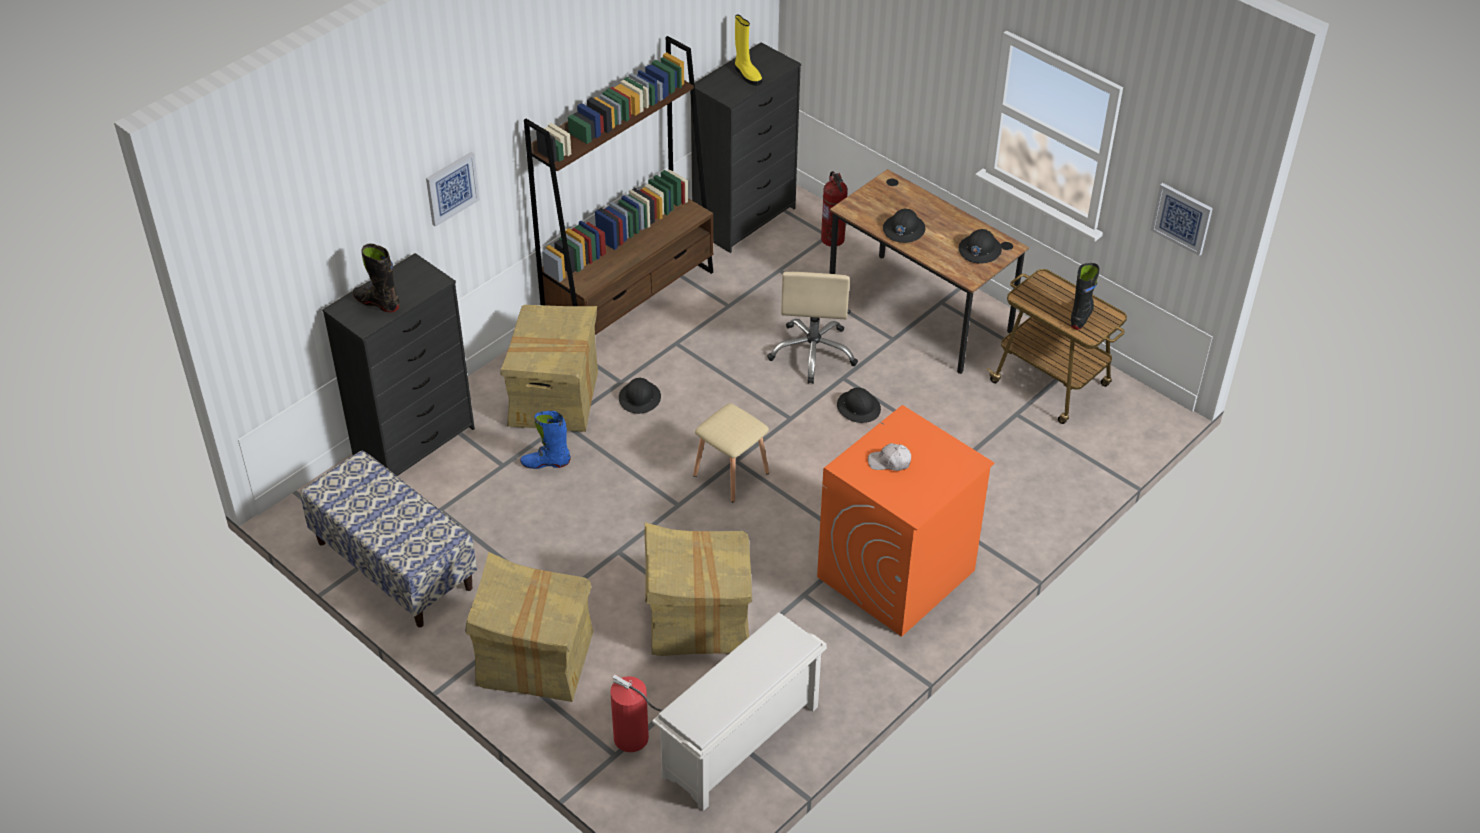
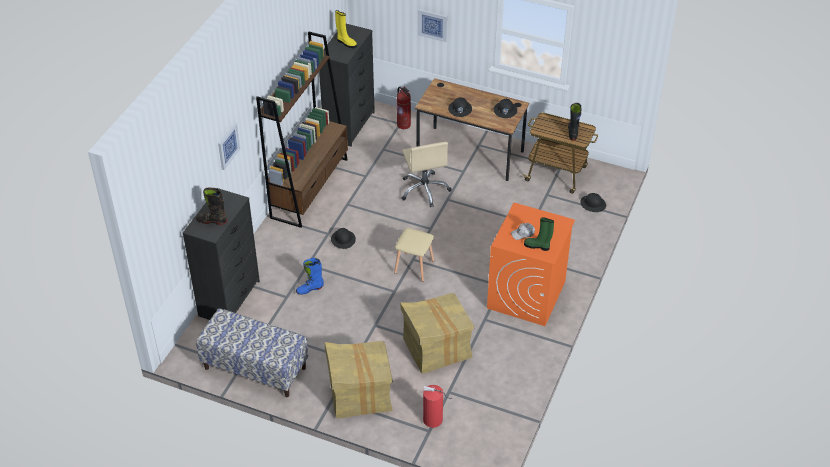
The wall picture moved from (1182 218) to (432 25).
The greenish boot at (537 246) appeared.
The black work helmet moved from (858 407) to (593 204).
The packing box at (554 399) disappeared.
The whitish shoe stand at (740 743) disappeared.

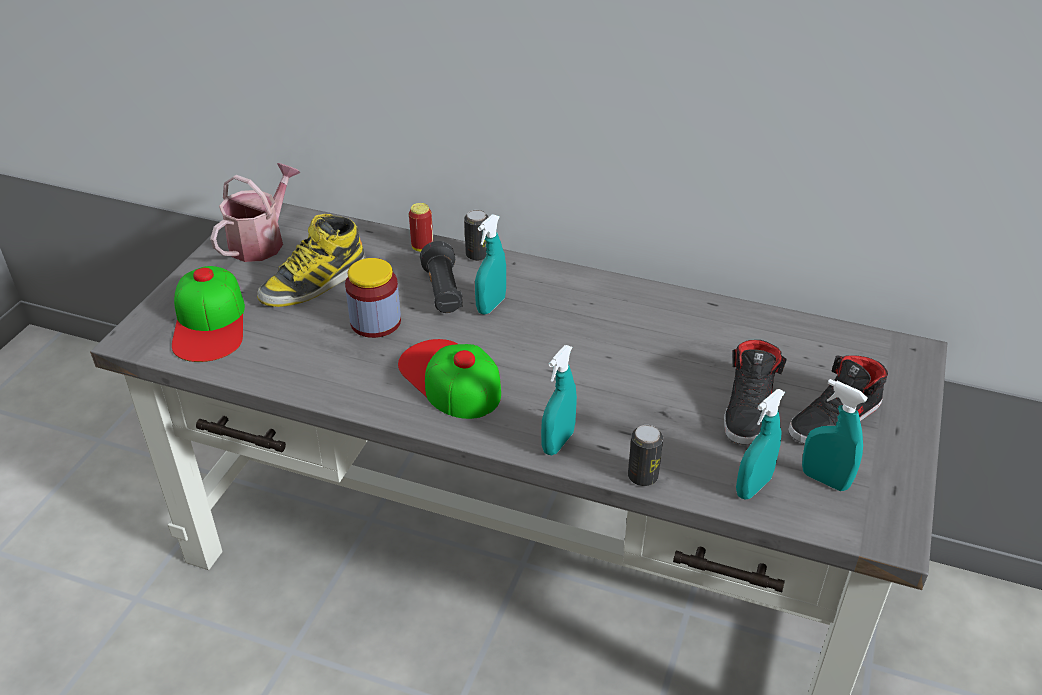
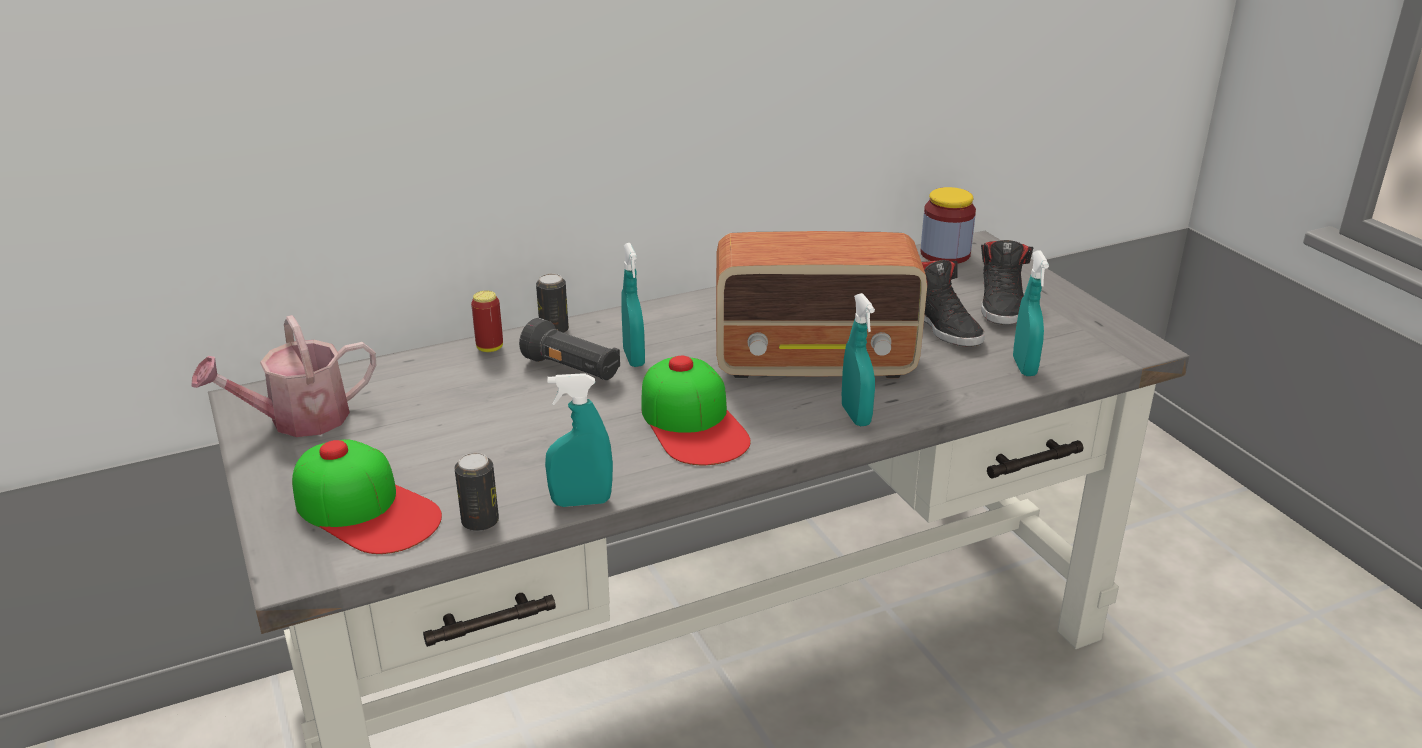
The watering can at (261 241) turned 105 degrees counterclockwise.
The metal can moved from (642 476) to (480 522).
The turquoise sprayer moved from (824 480) to (581 502).
The peaked cap at (450 378) turned 120 degrees counterclockwise.
The radio at (816 362) appeared.
The storage jar moved from (375 322) to (945 254).
The boot at (314 283) disappeared.

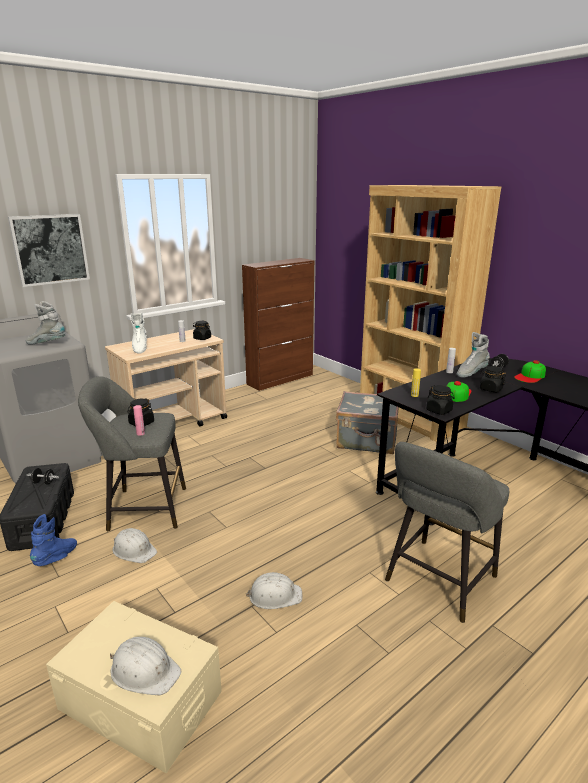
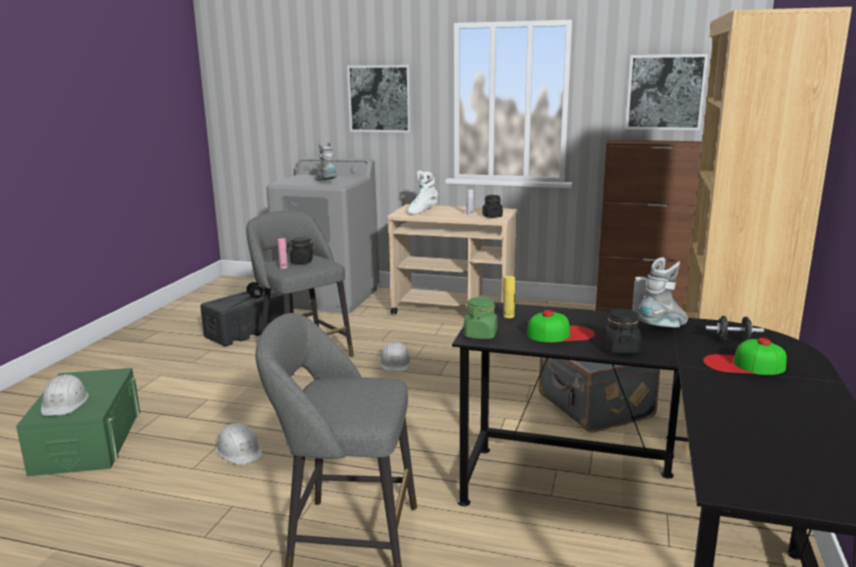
The beige-coloured storage container at (140 700) became the greenish storage container at (87 441).
The whitish work helmet moved from (134 550) to (395 363).
The black storage jar at (439 410) became the greenish storage jar at (480 335).
The wall picture at (665 92) appeared.
The grey boot at (471 373) turned 120 degrees clockwise.
The bluish boot at (57 558) disappeared.

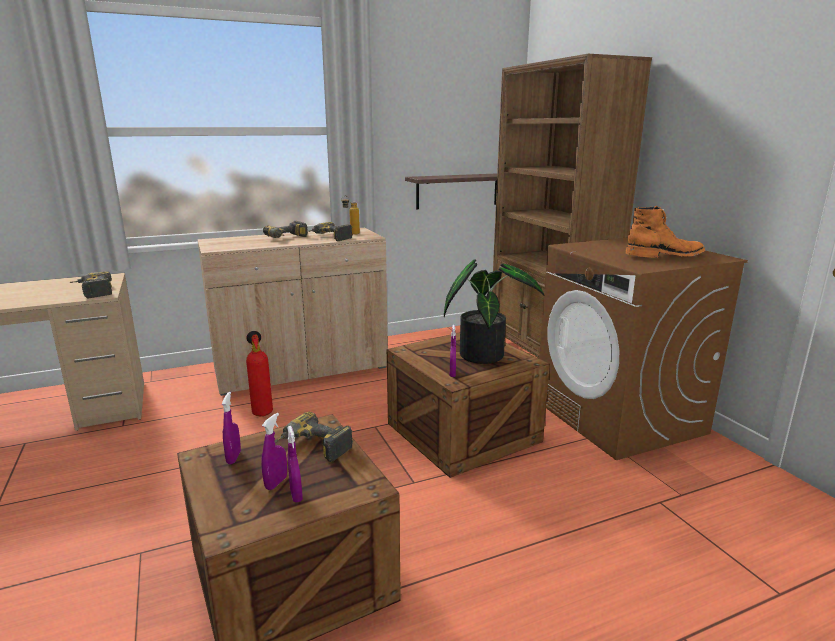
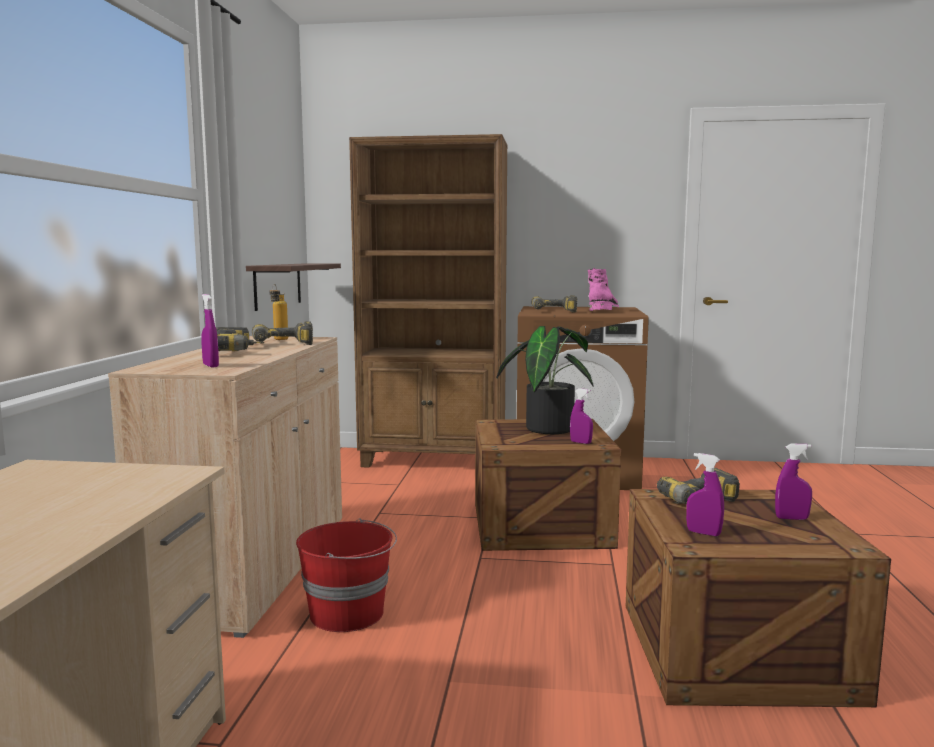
The purplish sprayer moved from (276 483) to (210 366).
The fire extinguisher at (262 411) was replaced by the red water bucket at (348 613).
The drill moved from (92 292) to (554 312).
The orangey boot at (665 256) became the pinkish boot at (603 310).

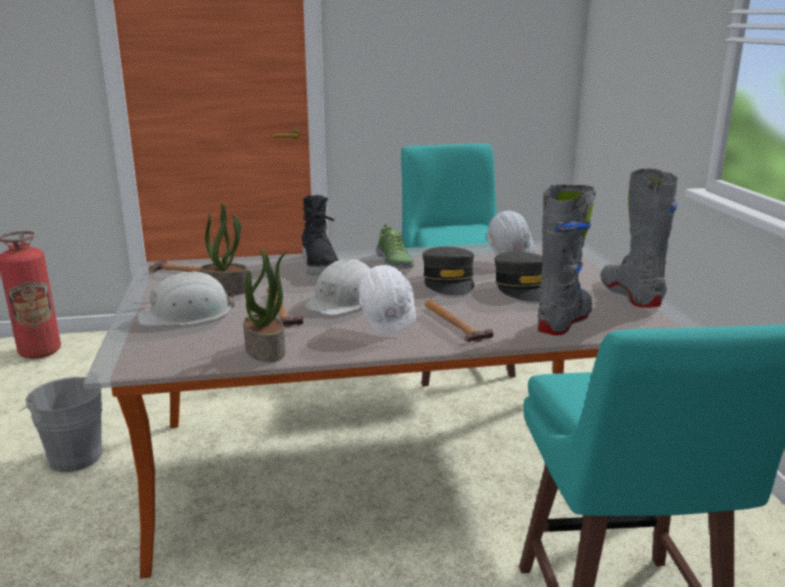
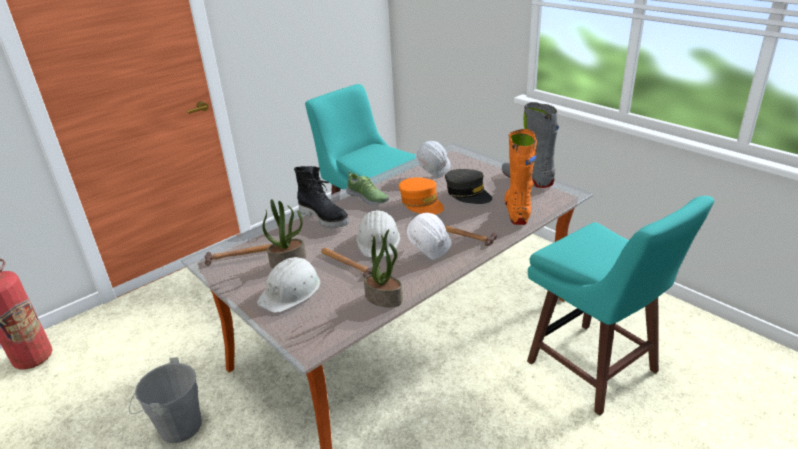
The grey peaked cap at (449 282) became the orangey peaked cap at (421 203).
The grey boot at (564 321) became the orangey boot at (517 211).

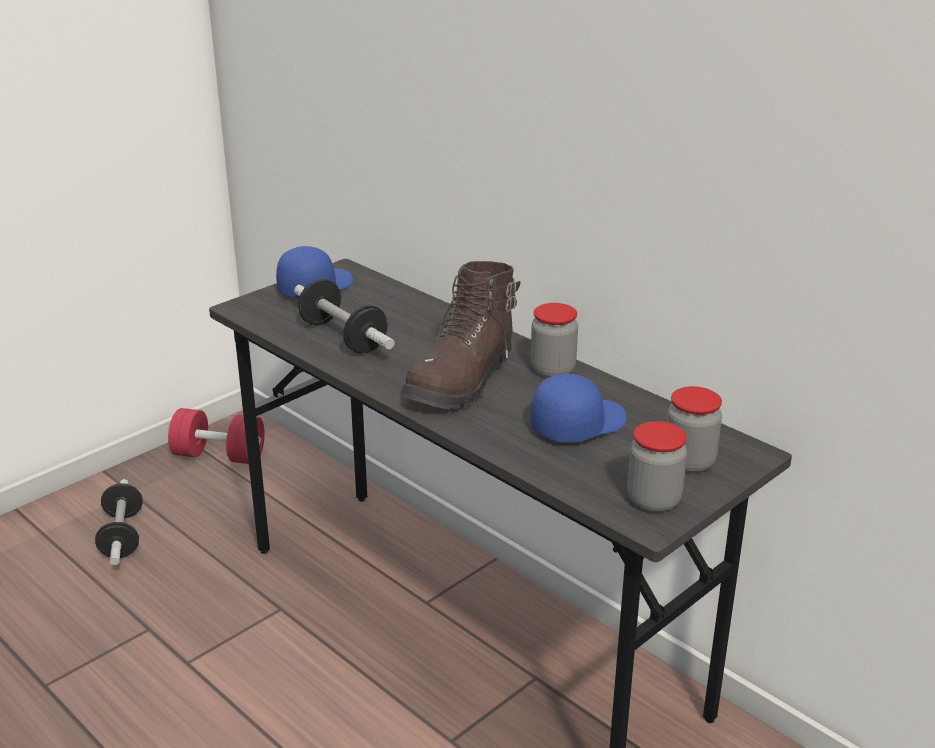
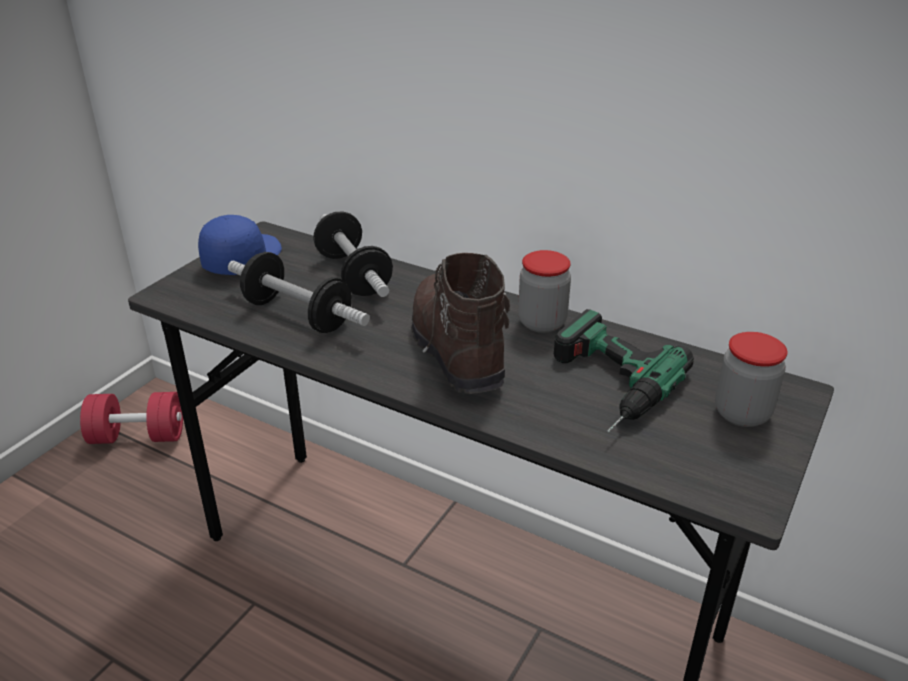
The free weight moved from (122 536) to (353 275).
The brownish boot at (463 382) turned 150 degrees clockwise.
The bluish peaked cap at (577 424) was replaced by the drill at (602 385).
The storage jar at (653 500) disappeared.

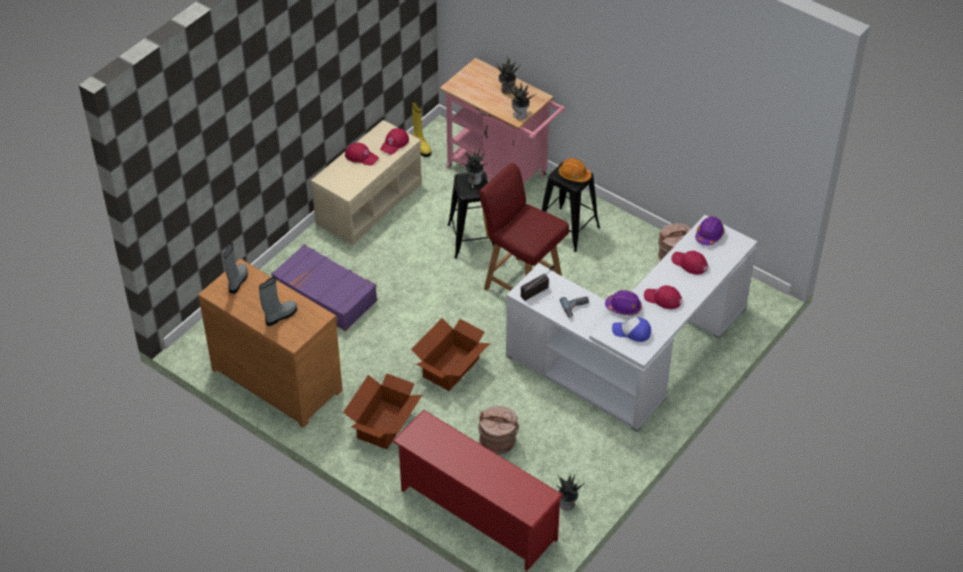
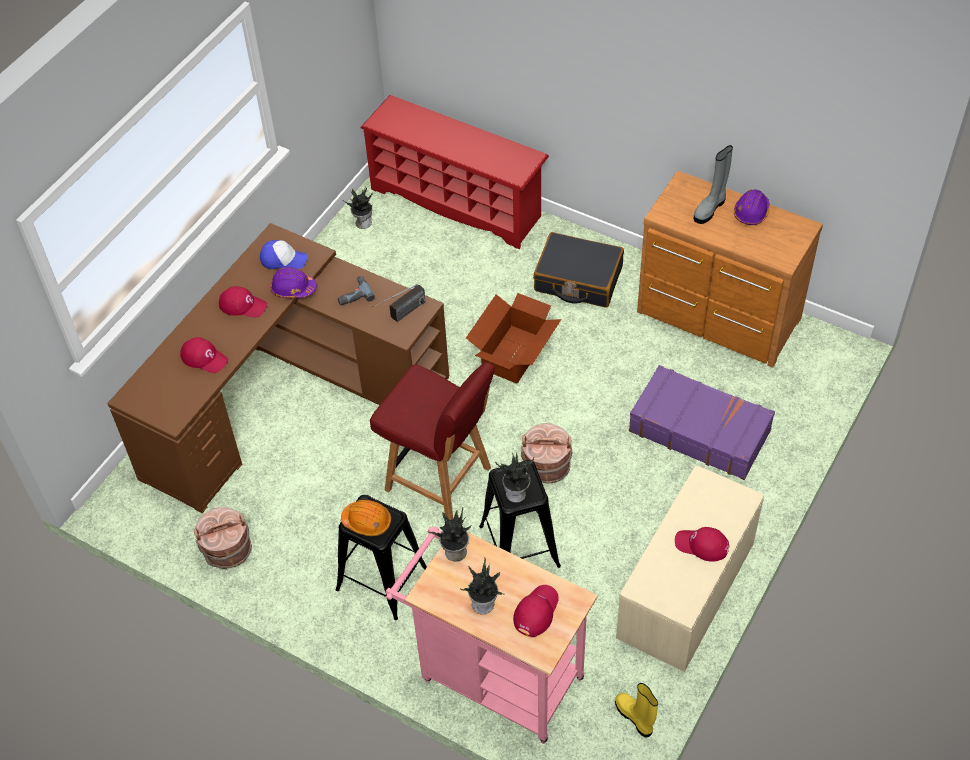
The whitish desk table at (635 356) became the brownish desk table at (288 395).
The red peaked cap moved from (394 144) to (536 611).
The brownish water bucket moved from (498 441) to (546 467).
The packing box at (383 425) was replaced by the black suitcase at (578 279).
The purplish work helmet moved from (709 235) to (751 212).
The grey boot at (237 281) disappeared.

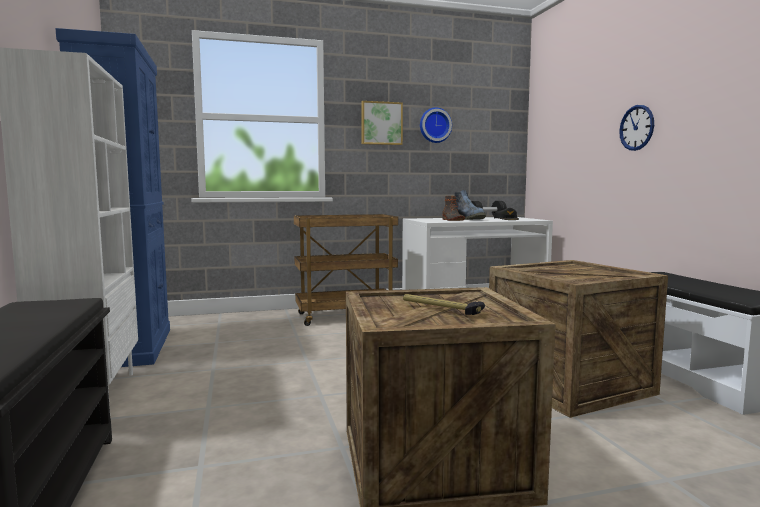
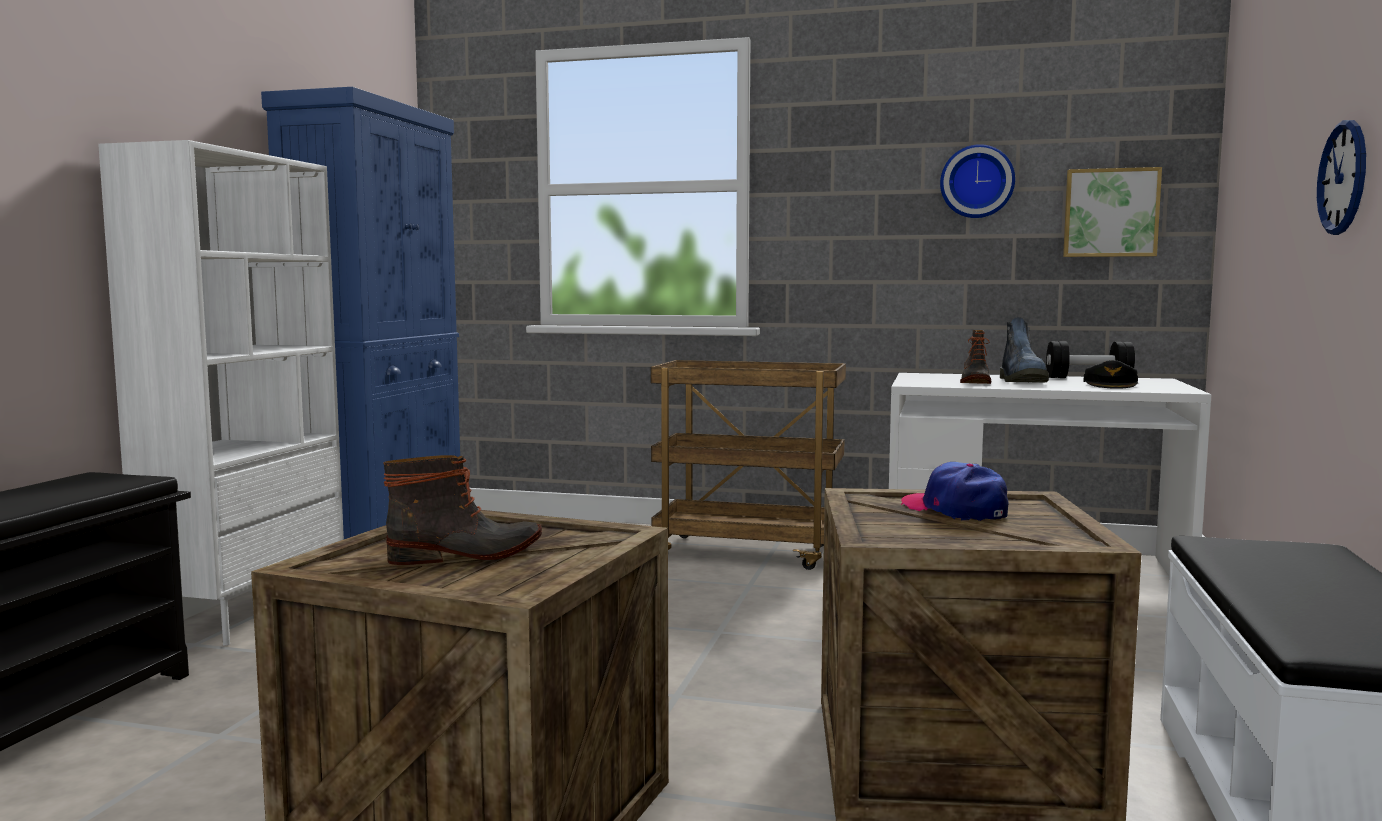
The hammer at (440 309) was replaced by the boot at (467 554).
The peaked cap at (955 509) appeared.
The wall picture moved from (381 123) to (1110 213).

